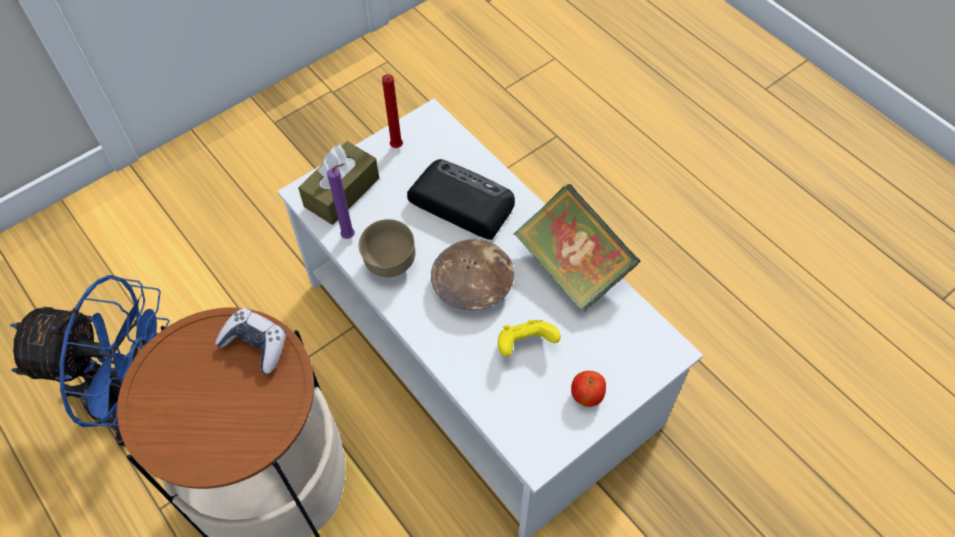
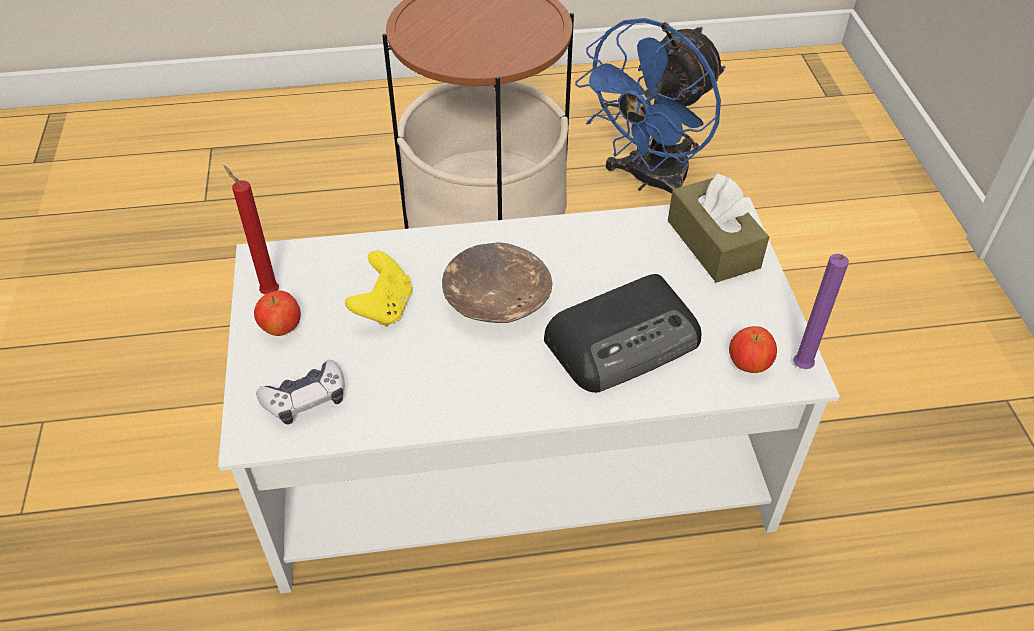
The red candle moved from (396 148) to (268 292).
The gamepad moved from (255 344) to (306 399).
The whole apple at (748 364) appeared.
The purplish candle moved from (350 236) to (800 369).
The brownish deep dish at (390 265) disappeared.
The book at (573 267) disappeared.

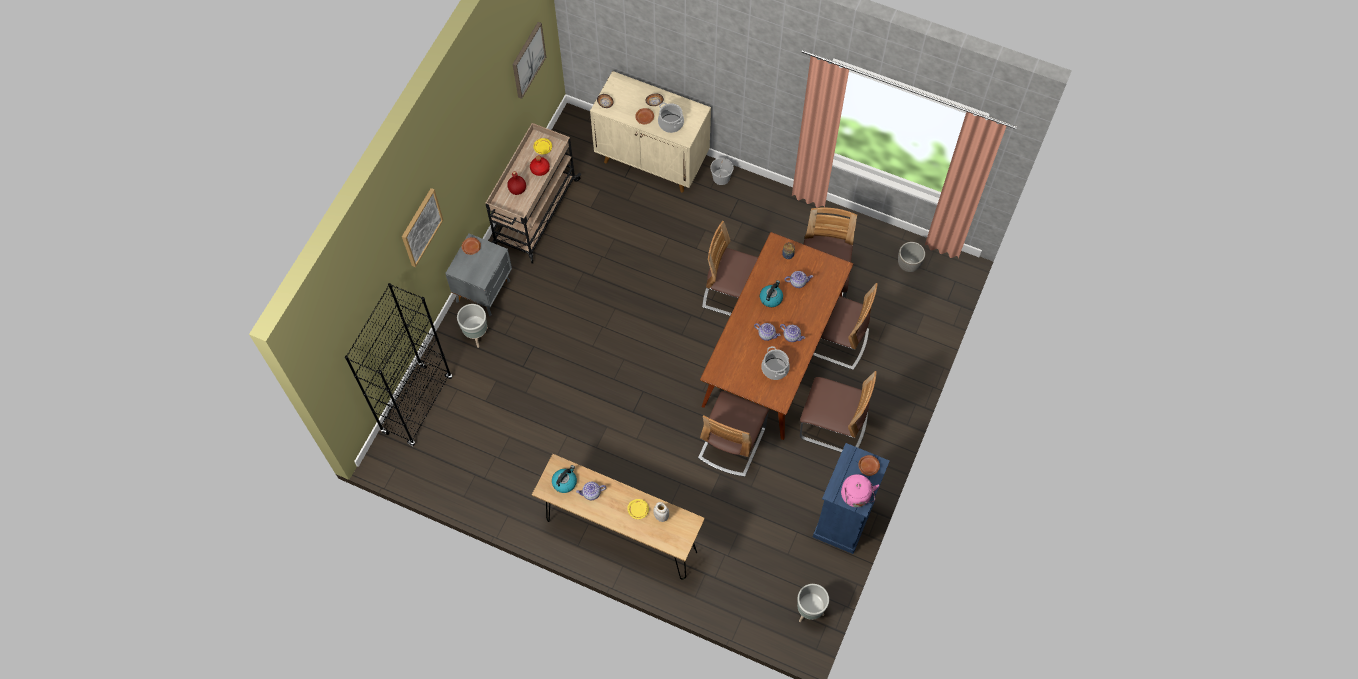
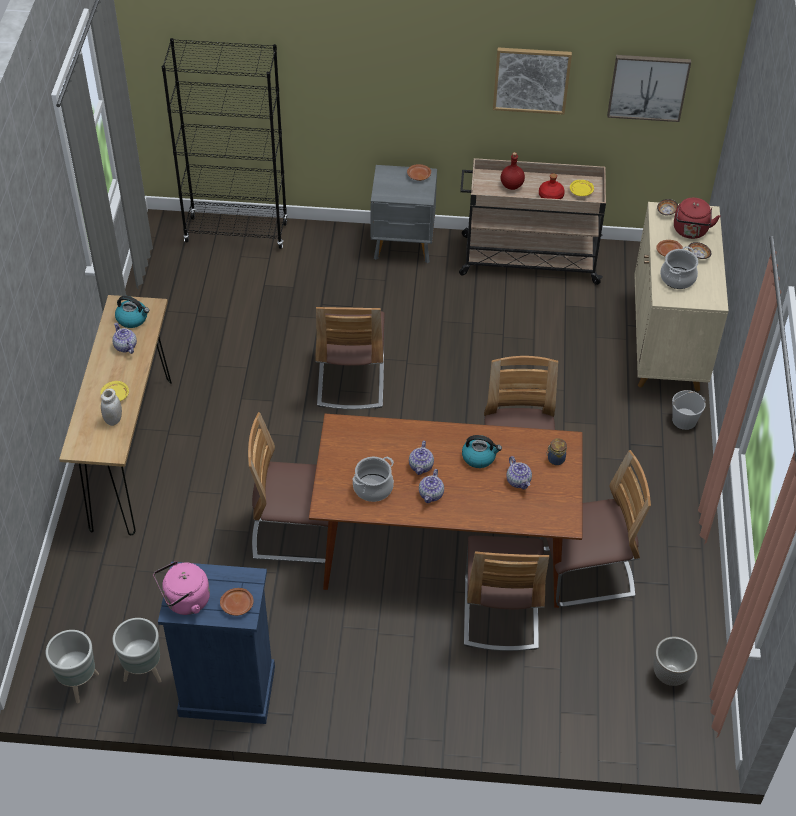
The grey plant pot moved from (476 335) to (144 671).
The upright chair moved from (833 425) to (351 379).
The wall picture moved from (421 227) to (531 79).
The red water kettle at (690 231) appeared.

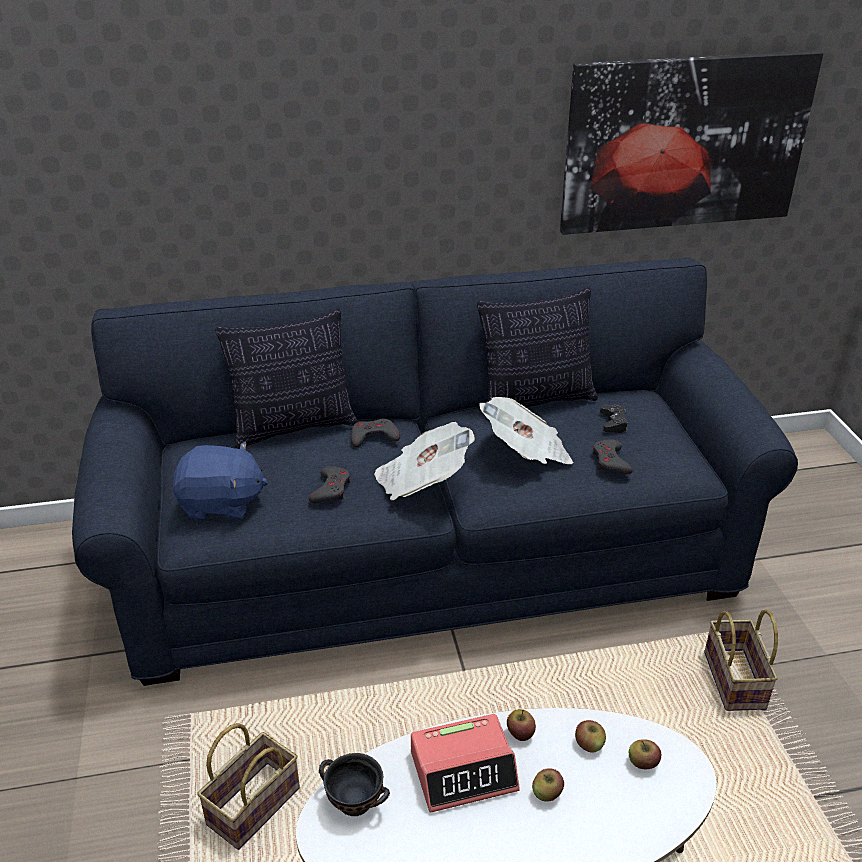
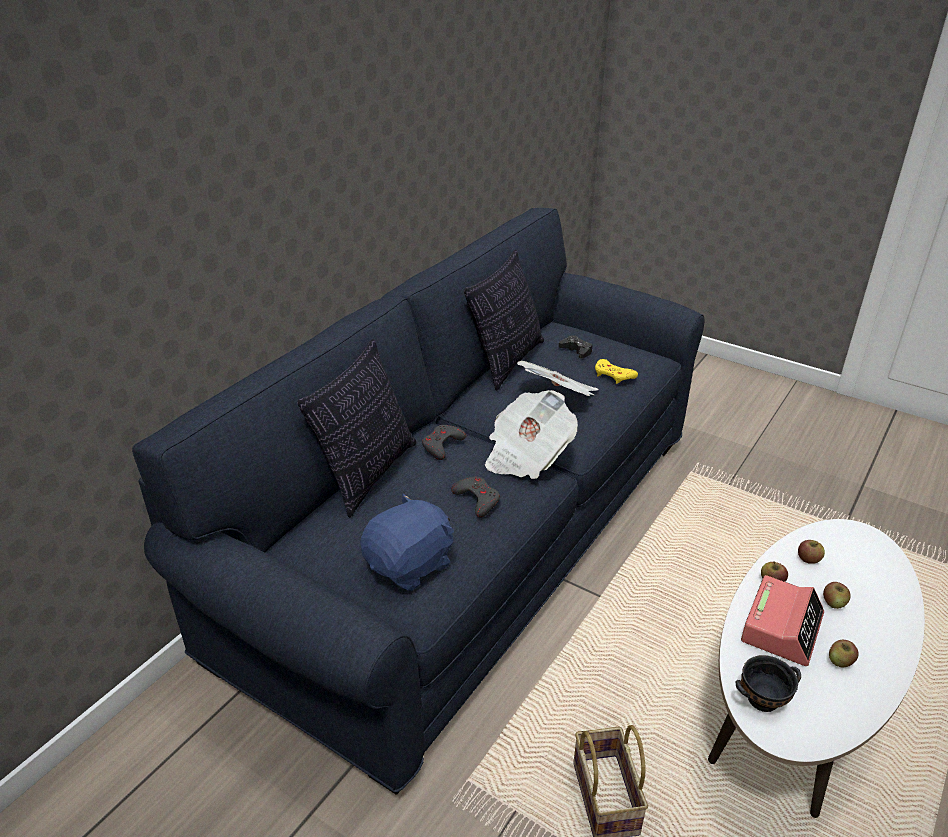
The grey gamepad at (611 461) became the yellowish gamepad at (613 375).
The whole apple moved from (643 763) to (840 661).
The wall picture at (685 143) disappeared.
The household basket at (736 682) disappeared.

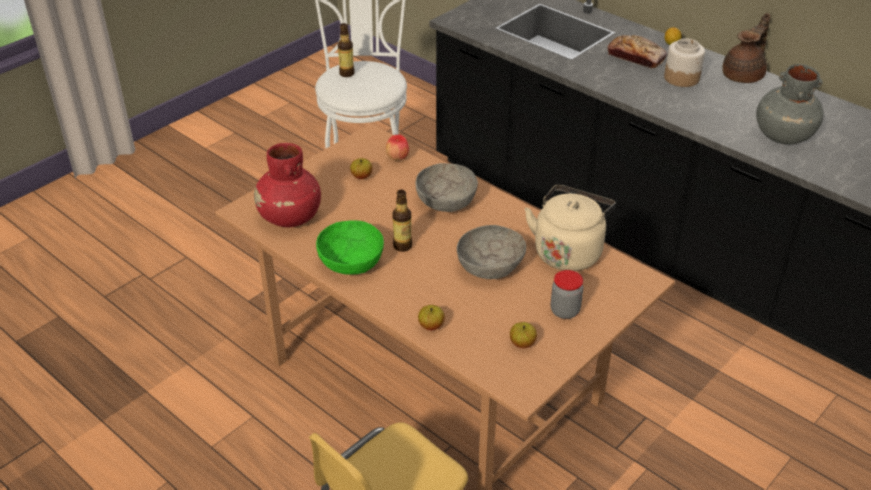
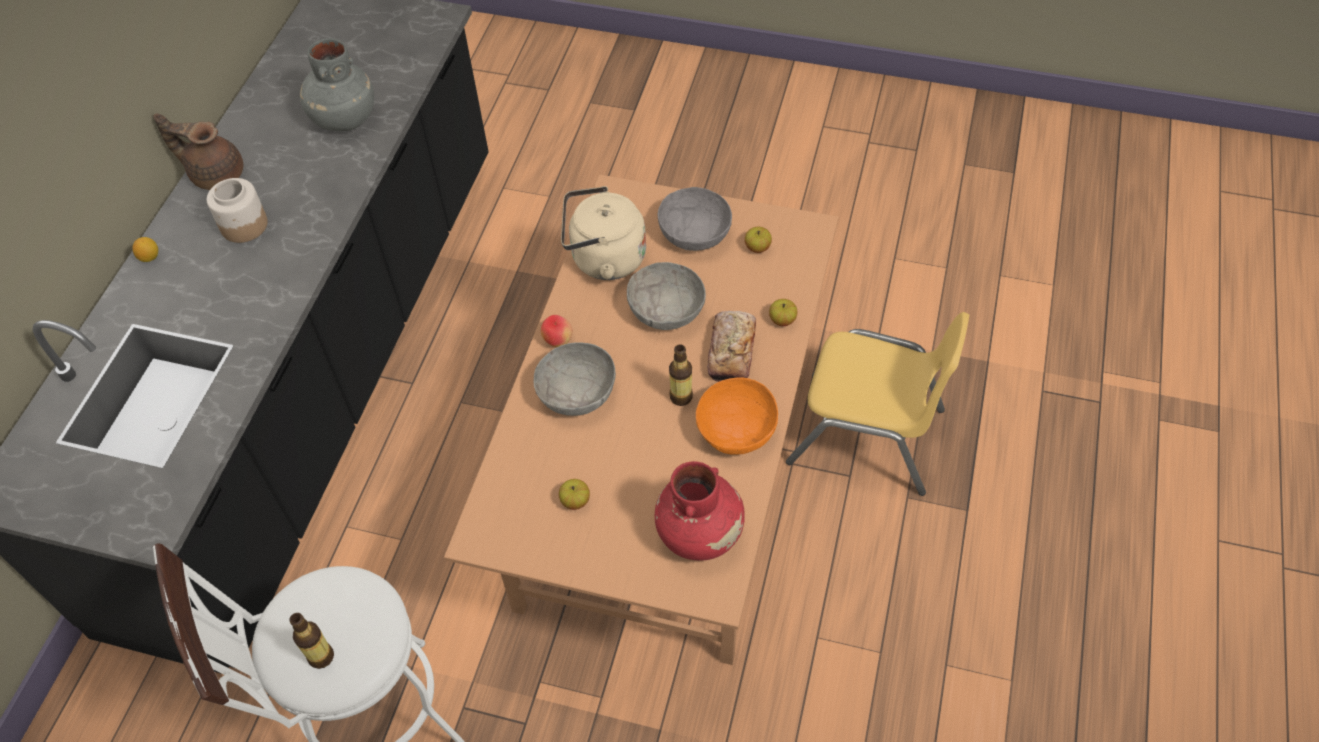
The whole apple moved from (397 158) to (558 341).
The storage jar at (565 311) was replaced by the grey deep dish at (694 233).
The greenish deep dish at (351 262) became the orangey deep dish at (736 430).
The bread moved from (636 57) to (731 351).

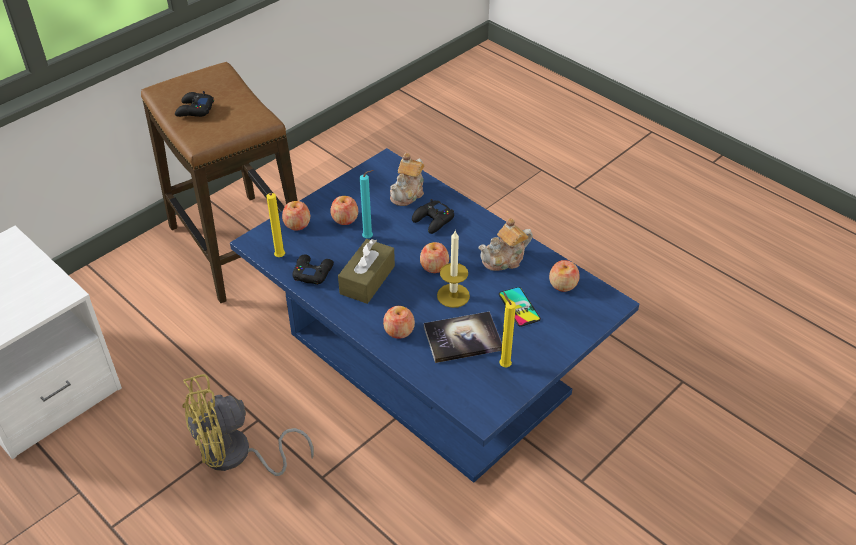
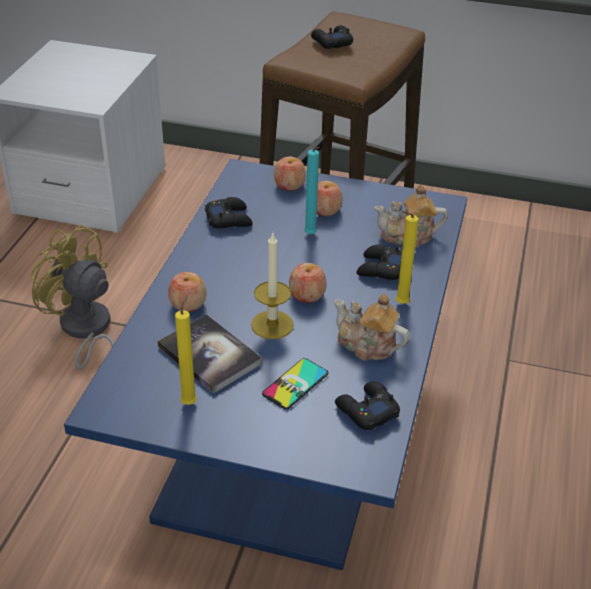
The whole apple at (563 284) was replaced by the black gamepad at (366 410).
The yellowish candle moved from (280 258) to (400 304).
The brownish tissue holder at (367 280) disappeared.

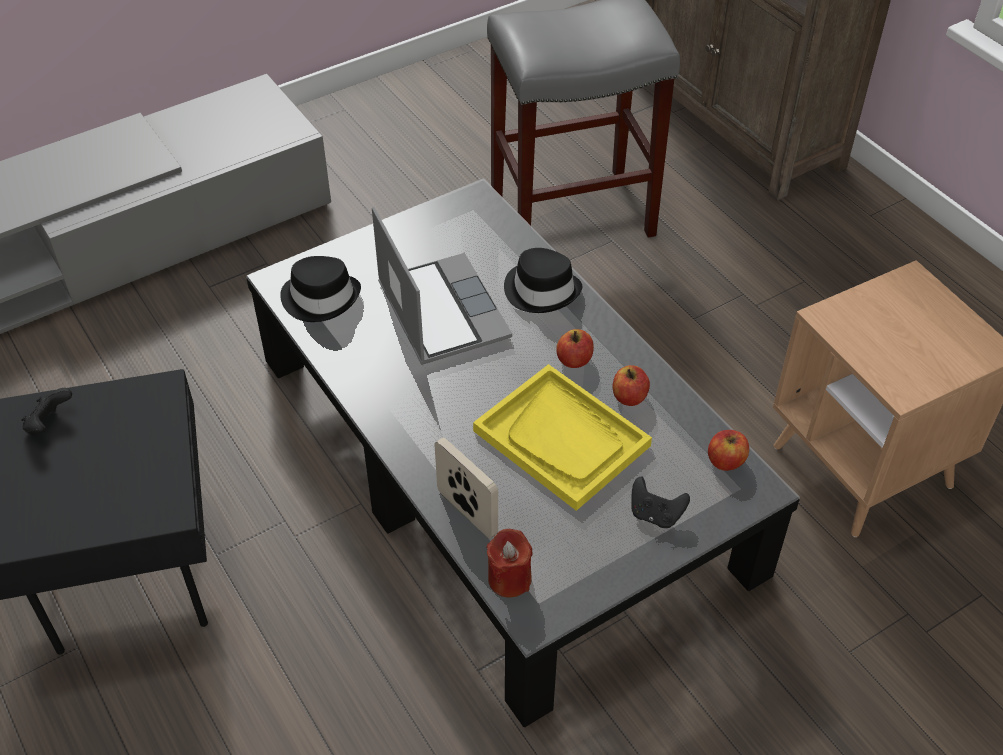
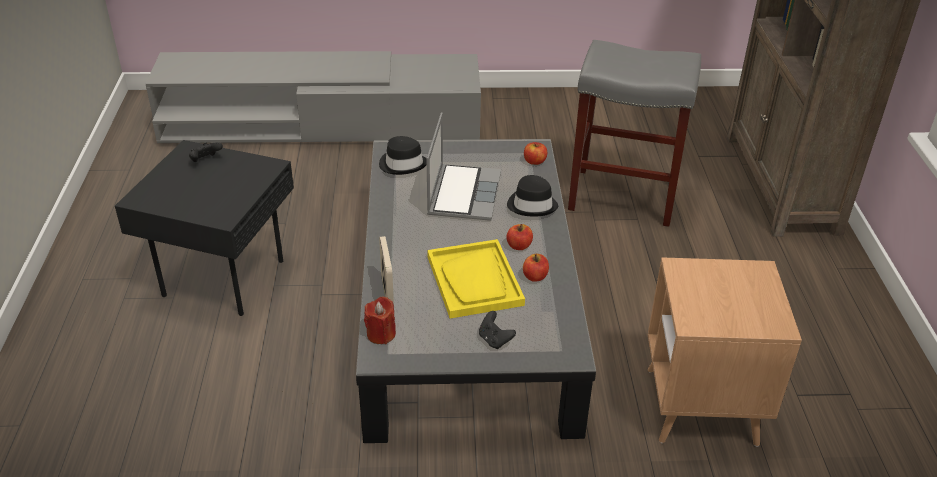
The whole apple moved from (725 461) to (534 161).

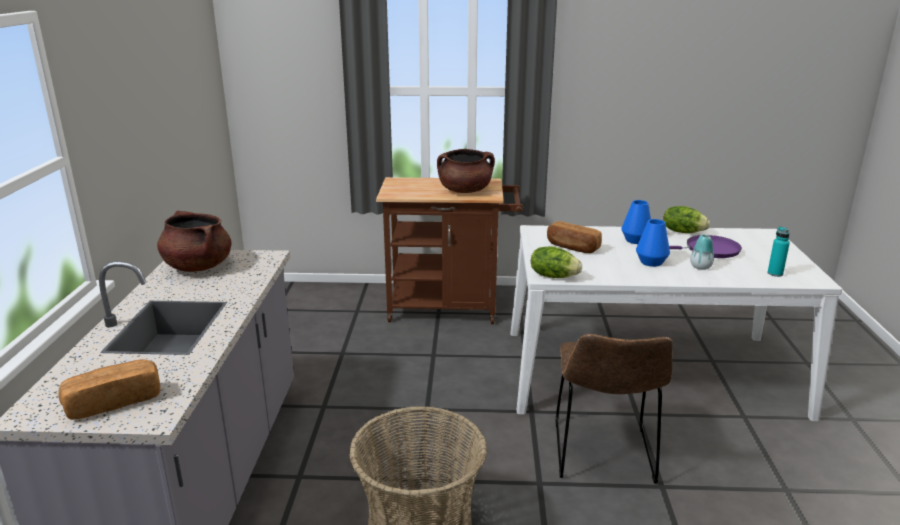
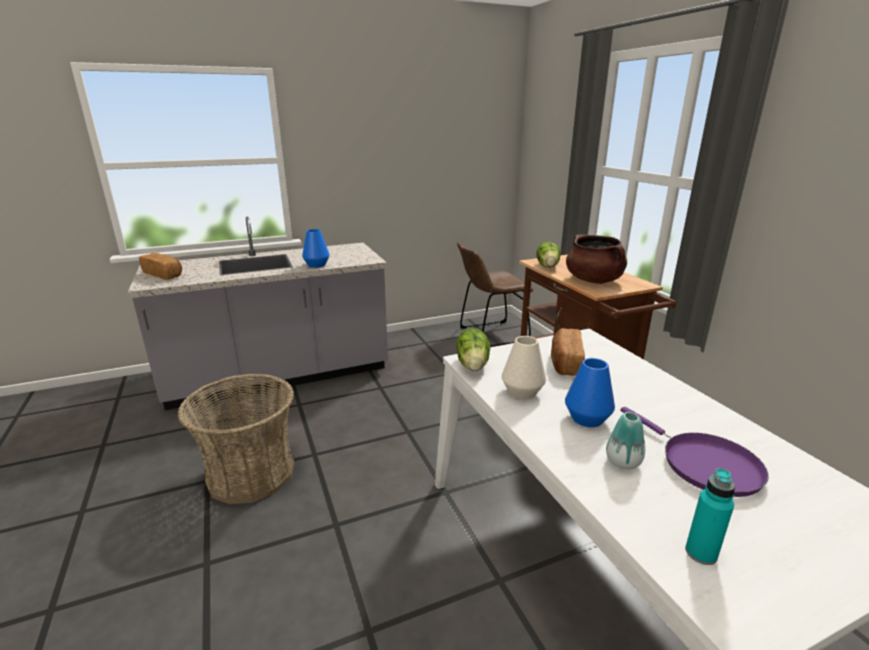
The bluish flower vase moved from (635 240) to (317 265).
The brownish upright chair moved from (603 455) to (490 335).
The whitish flower vase at (522 392) appeared.
The lettuce moved from (683 231) to (548 266).
The brownish cooking pot at (198 266) disappeared.

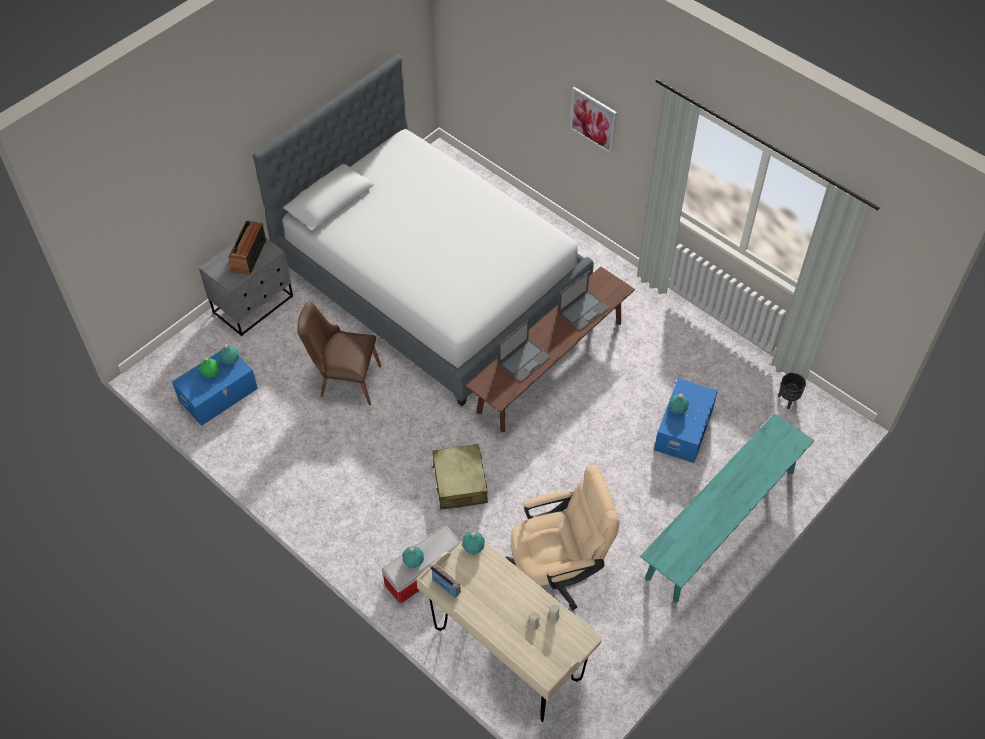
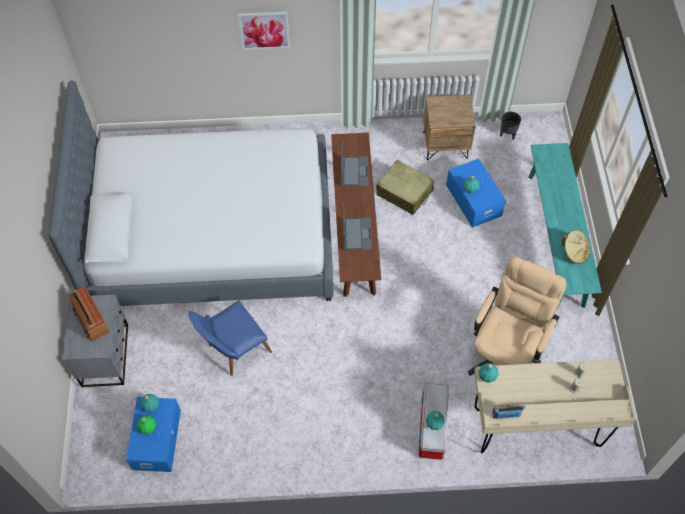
The brownish upright chair at (344 379) became the bluish upright chair at (234 350).
The beige-coloured suitcase moved from (460 483) to (404 193).
The brownish bedside table at (445 144) appeared.
The beige-coloured hat at (574 252) appeared.

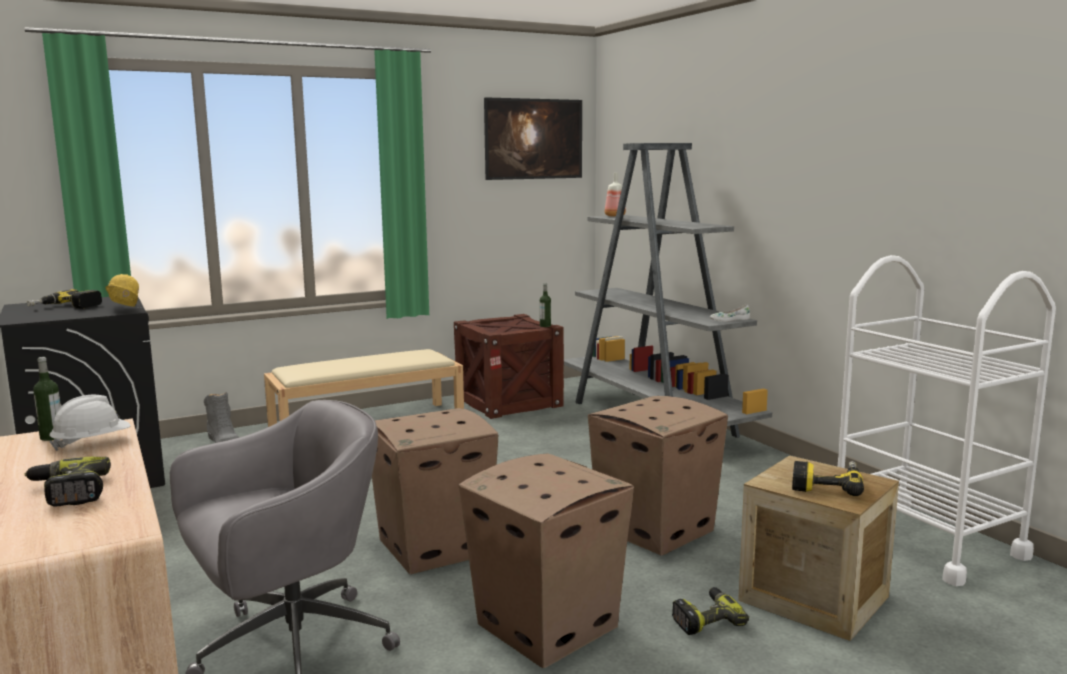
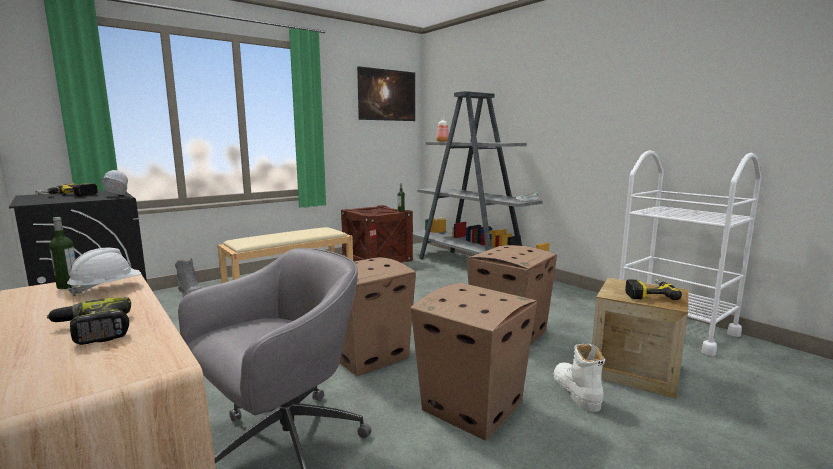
The yellowish work helmet at (123 309) became the whitish work helmet at (116 196).
The drill at (706 619) was replaced by the whitish boot at (576 391).

